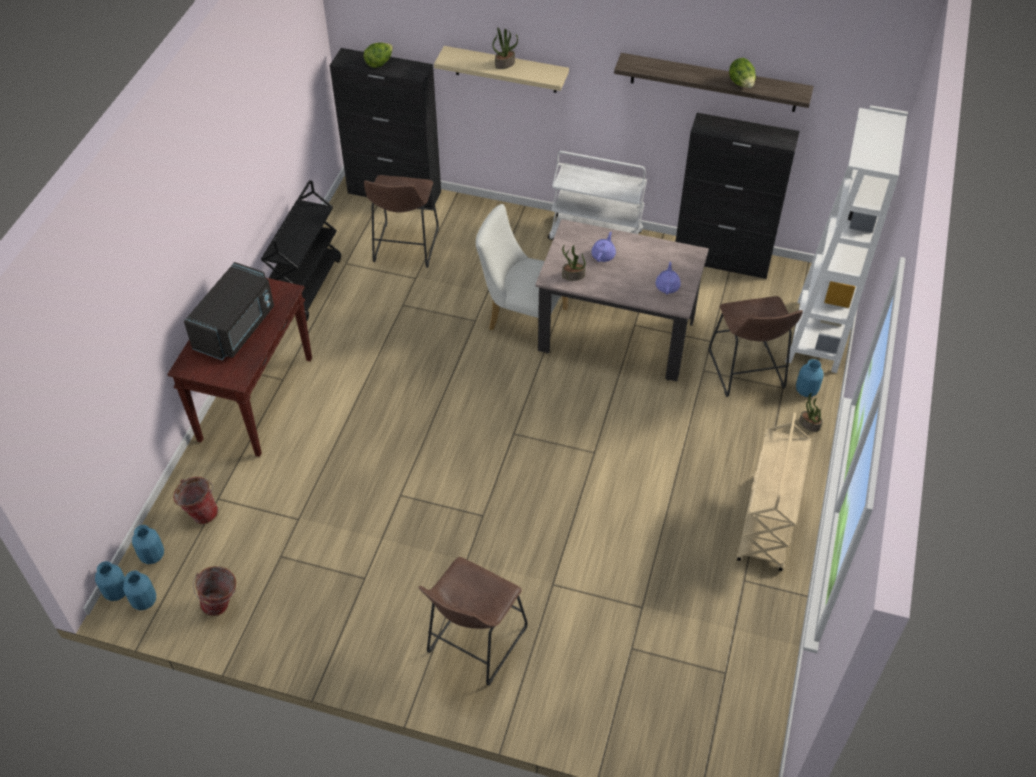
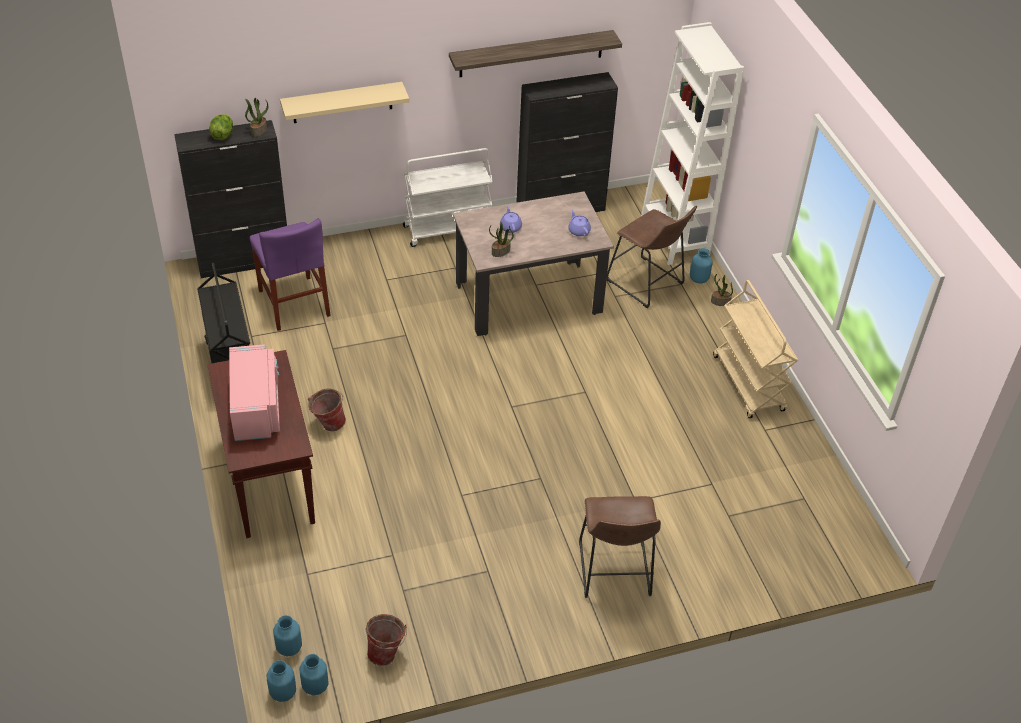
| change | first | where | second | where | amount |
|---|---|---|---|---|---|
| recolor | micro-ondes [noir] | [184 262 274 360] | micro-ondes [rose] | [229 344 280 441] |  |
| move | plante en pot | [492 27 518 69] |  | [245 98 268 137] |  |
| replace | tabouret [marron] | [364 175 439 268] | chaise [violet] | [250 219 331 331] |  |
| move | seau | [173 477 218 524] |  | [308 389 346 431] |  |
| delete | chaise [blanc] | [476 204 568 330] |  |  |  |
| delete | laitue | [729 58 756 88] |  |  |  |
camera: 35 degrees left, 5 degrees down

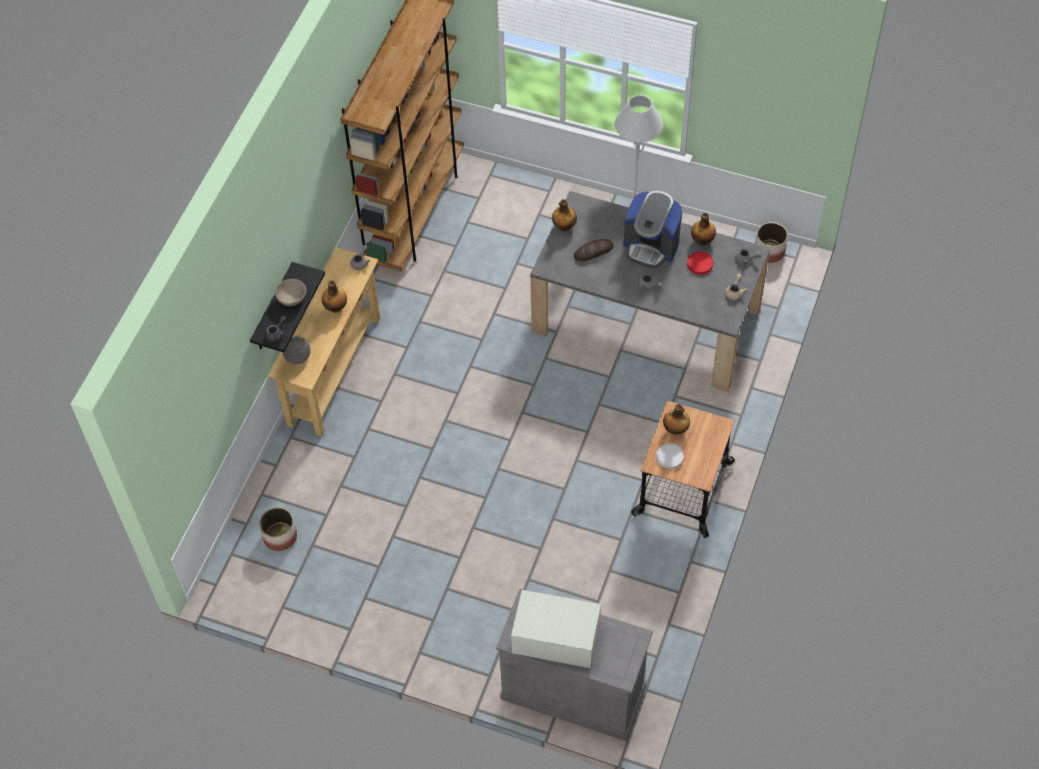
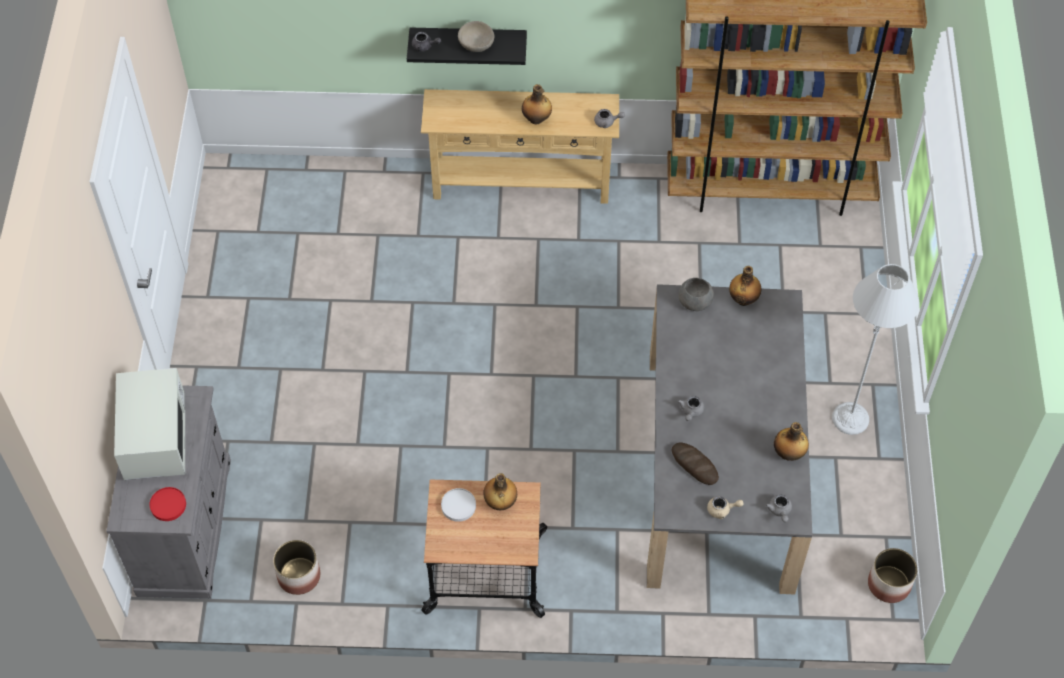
| change | first | where | second | where | amount |
|---|---|---|---|---|---|
| move | assiette [rouge] | [687 252 713 275] |  | [150 487 186 521] |  |
| move | cache-pot | [259 507 297 551] |  | [273 540 320 595] |  |
| move | pain | [574 239 614 261] |  | [671 442 719 485] |  |
| move | bol [gris] | [283 336 310 364] |  | [678 278 714 311] |  |
| delete | machine à café | [623 191 682 268] |  |  |  |
camera: 70 degrees right, 0 degrees up

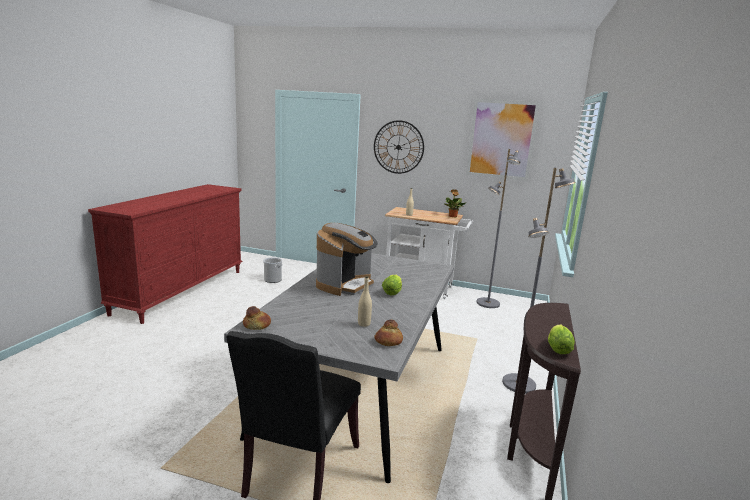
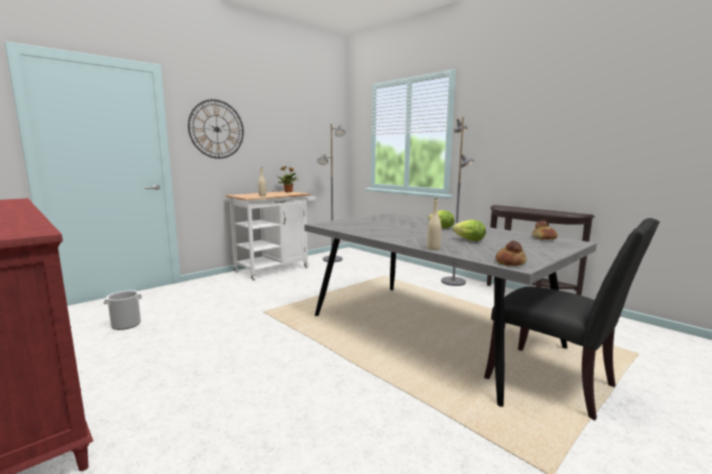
| change | first | where | second | where | amount |
|---|---|---|---|---|---|
| move | bouteille [beige] | [358 276 372 327] |  | [427 198 441 250] |  |
| move | laitue | [548 325 575 354] |  | [452 220 486 241] |  |
| delete | machine à café | [316 223 377 296] |  |  |  |
| delete | tableau | [466 99 540 181] |  |  |  |
camera: 60 degrees left, 5 degrees down

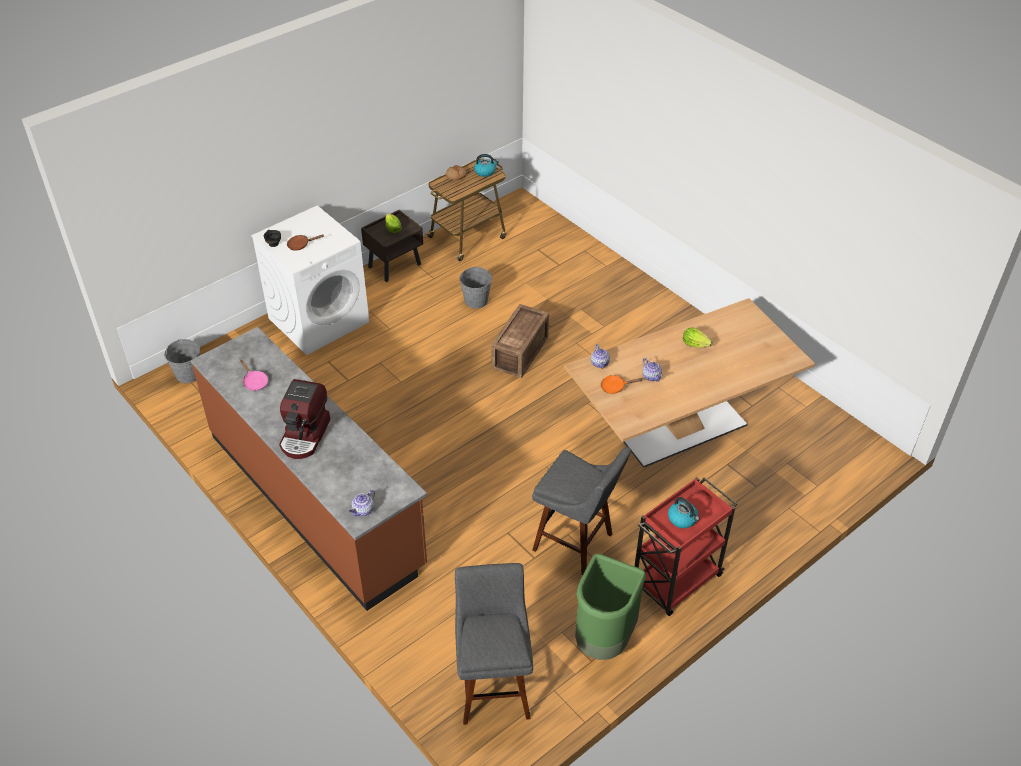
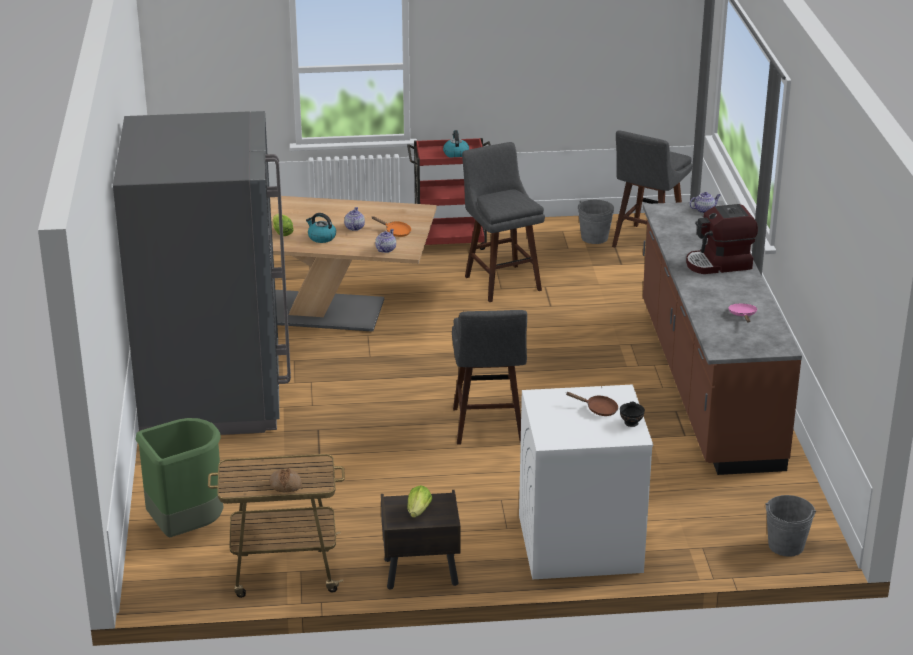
| change | first | where | second | where | amount |
|---|---|---|---|---|---|
| insert |  |  | réfrigérateur [gris] | [113 111 291 435] |  |
| move | poubelle [vert] | [575 554 646 660] |  | [135 418 224 537] |  |
| move | bouilloire | [474 154 499 177] |  | [306 213 336 243] |  |
| insert |  |  | tabouret [gris] | [452 310 527 445] |  |
| move | seau [gris] | [459 266 492 308] |  | [578 200 614 244] |  |
| rotate | machine à café | [279 379 330 459] |  | [686 204 758 274] | 150 degrees counterclockwise |
| delete | caisse | [491 304 549 378] |  |  |  |
camera: 145 degrees left, 15 degrees down

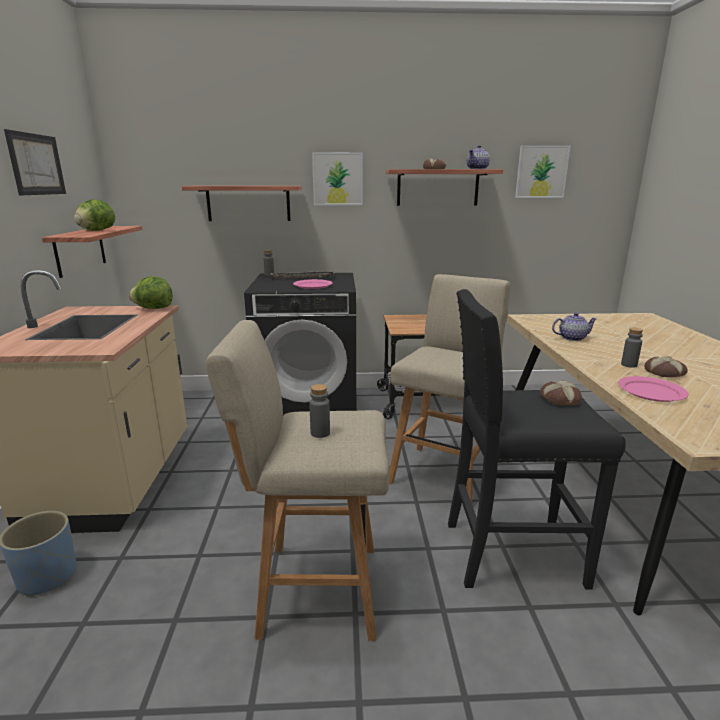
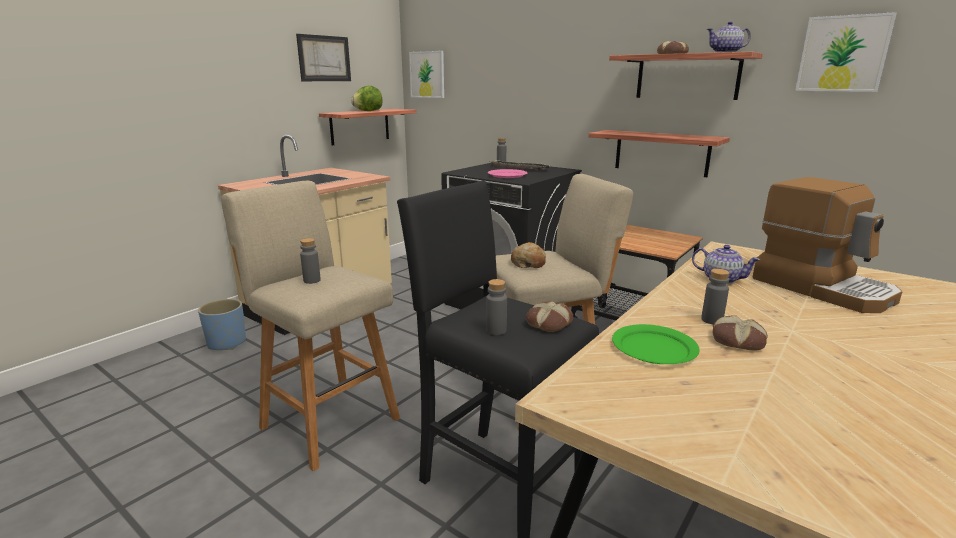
| change | first | where | second | where | amount |
|---|---|---|---|---|---|
| move | tableau | [312 152 363 205] |  | [409 51 444 98] |  |
| insert |  |  | bouteille [gris] | [486 279 507 335] |  |
| insert |  |  | pain | [511 242 546 268] |  |
| move | étagère | [182 186 302 221] |  | [589 130 730 177] |  |
| recolor | assiette [rose] | [618 376 689 402] | assiette [vert] | [612 324 700 364] |  |
| insert |  |  | machine à café | [753 177 902 313] |  |
| delete | laitue | [129 276 172 309] |  |  |  |
camera: 40 degrees right, 0 degrees up

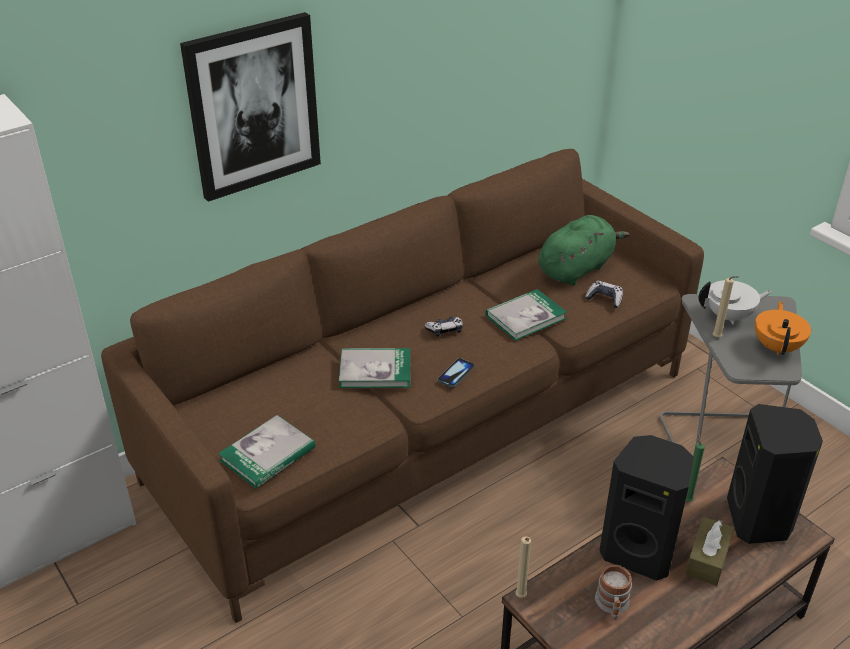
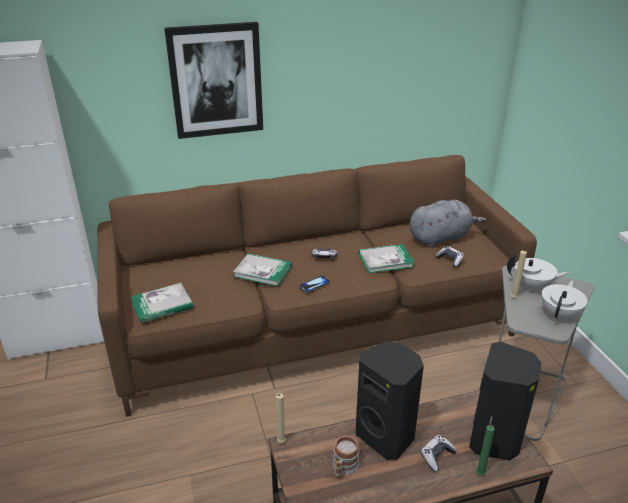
| change | first | where | second | where | amount |
|---|---|---|---|---|---|
| recolor | peluche [vert] | [539 215 630 286] | peluche [gris] | [410 200 486 247] |  |
| replace | boîte à mouchoirs [marron] | [685 517 734 586] | manette | [421 435 457 471] |  |
| move | bougie [vert] | [686 433 705 502] |  | [476 416 495 476] |  |
| recolor | théière [orange] | [755 301 811 356] | théière [blanc] | [542 280 588 320] |  |
camera: 20 degrees right, 5 degrees down

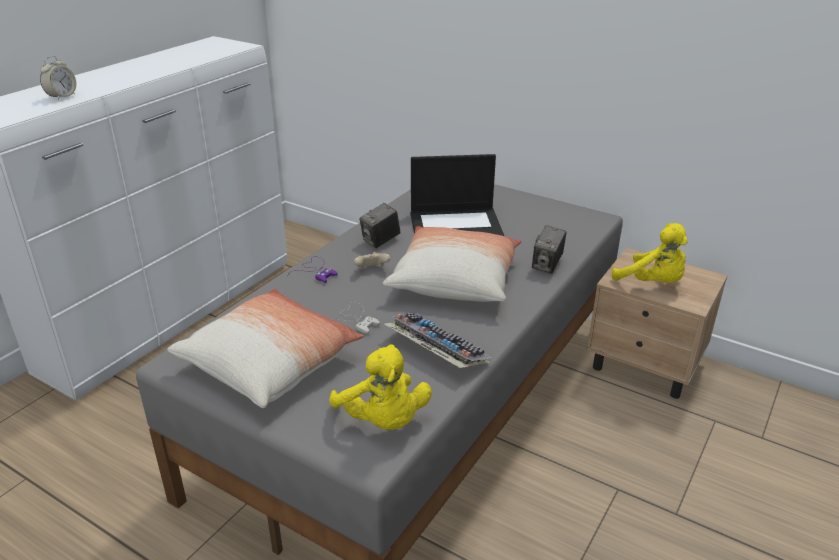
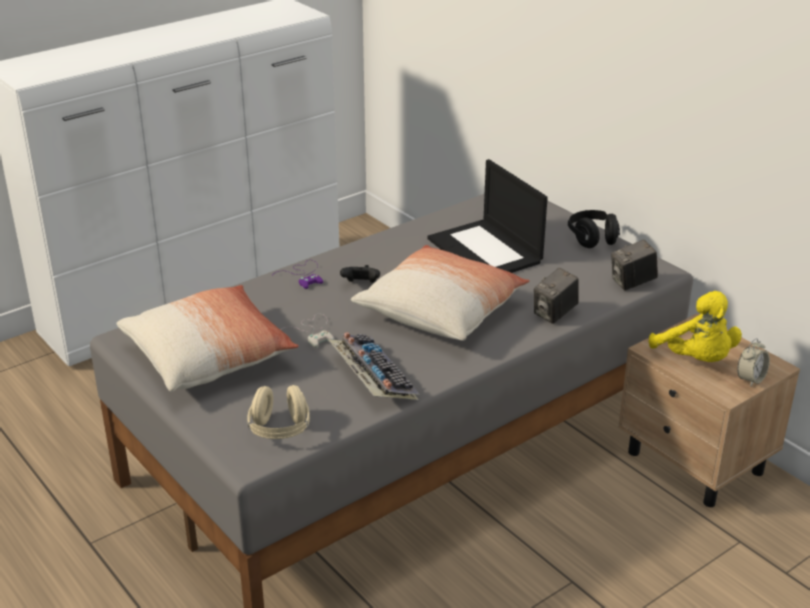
| change | first | where | second | where | amount |
|---|---|---|---|---|---|
| replace | peluche [jaune] | [329 344 432 430] | casque audio [beige] | [247 385 310 439] |  |
| recolor | manette [beige] | [354 252 391 269] | manette [noir] | [340 265 380 283] |  |
| rotate | ordinateur portable | [410 154 504 236] |  | [427 159 548 273] | 45 degrees clockwise |
| insert |  |  | casque audio [noir] | [568 210 620 248] |  |
| move | appareil photo | [359 203 401 248] |  | [611 240 658 290] |  |
| move | réveil | [40 56 76 101] |  | [737 338 770 386] |  |
camera: 20 degrees right, 0 degrees up

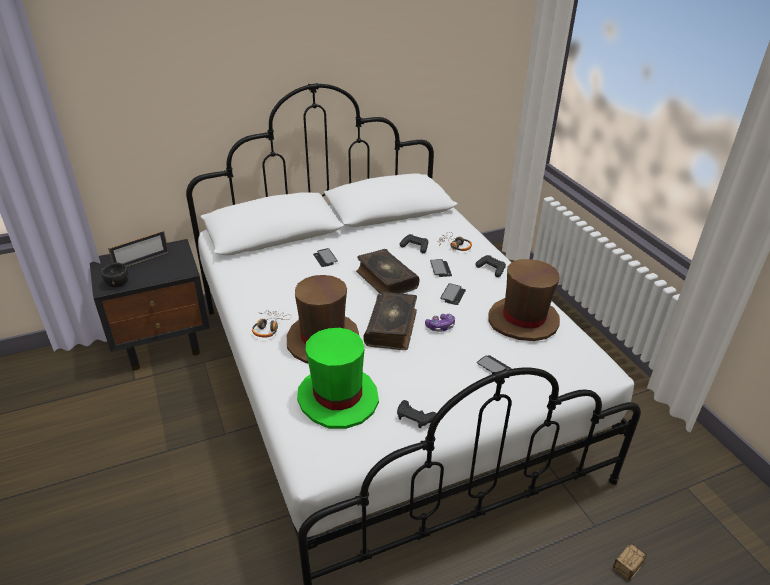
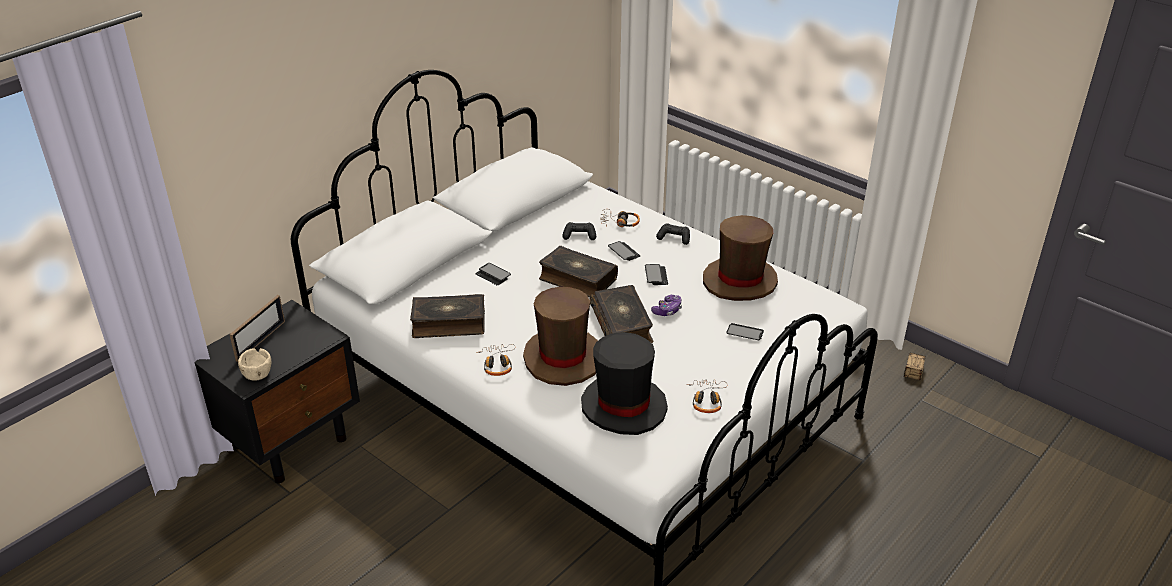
| change | first | where | second | where | amount |
|---|---|---|---|---|---|
| recolor | bol [noir] | [101 262 128 287] | bol [beige] | [238 348 271 381] |  |
| insert |  |  | livre | [410 294 485 338] |  |
| recolor | chapeau [vert] | [297 328 379 429] | chapeau [noir] | [581 332 668 435] |  |
| replace | manette [noir] | [397 400 436 428] | casque audio | [687 380 728 413] |  |
| move | boîte de rangement | [613 543 647 580] |  | [904 353 926 380] |  |
camera: 25 degrees left, 0 degrees up

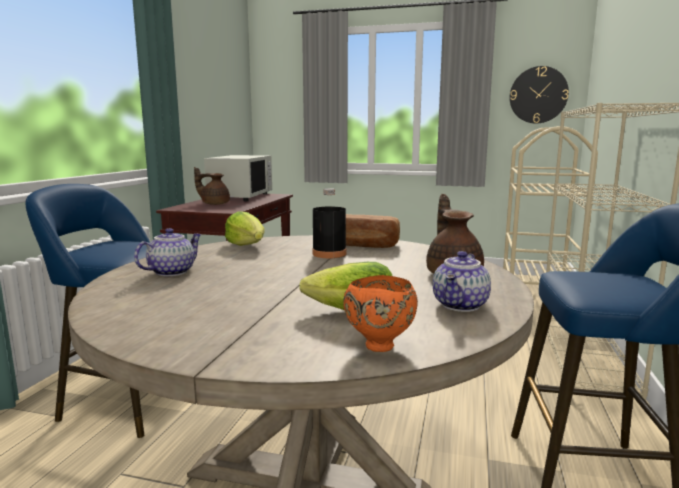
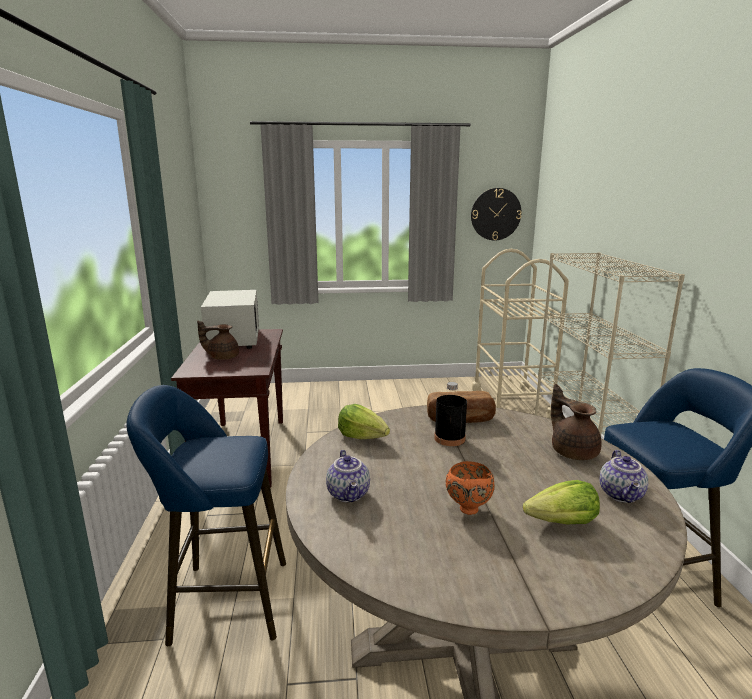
| change | first | where | second | where | amount |
|---|---|---|---|---|---|
| rotate | théière | [134 228 202 276] |  | [326 450 370 502] | 150 degrees clockwise |
| move | bol [orange] | [344 275 418 352] |  | [446 461 495 515] |  |
camera: 20 degrees left, 5 degrees up

